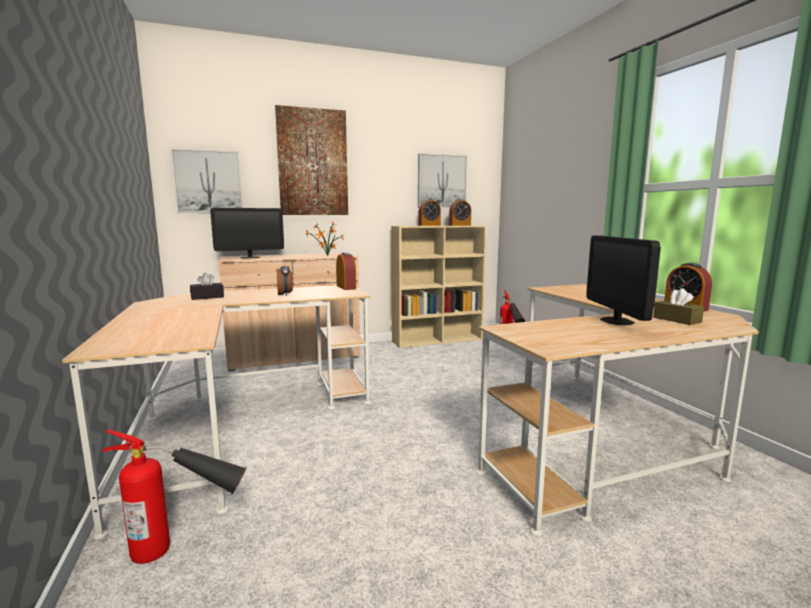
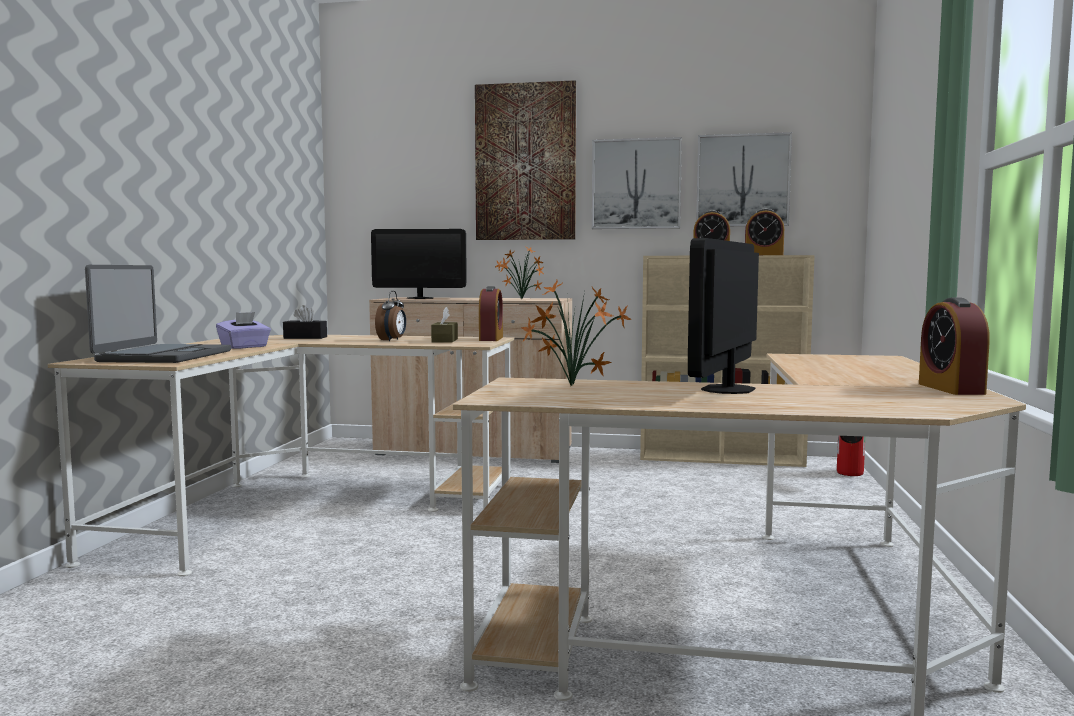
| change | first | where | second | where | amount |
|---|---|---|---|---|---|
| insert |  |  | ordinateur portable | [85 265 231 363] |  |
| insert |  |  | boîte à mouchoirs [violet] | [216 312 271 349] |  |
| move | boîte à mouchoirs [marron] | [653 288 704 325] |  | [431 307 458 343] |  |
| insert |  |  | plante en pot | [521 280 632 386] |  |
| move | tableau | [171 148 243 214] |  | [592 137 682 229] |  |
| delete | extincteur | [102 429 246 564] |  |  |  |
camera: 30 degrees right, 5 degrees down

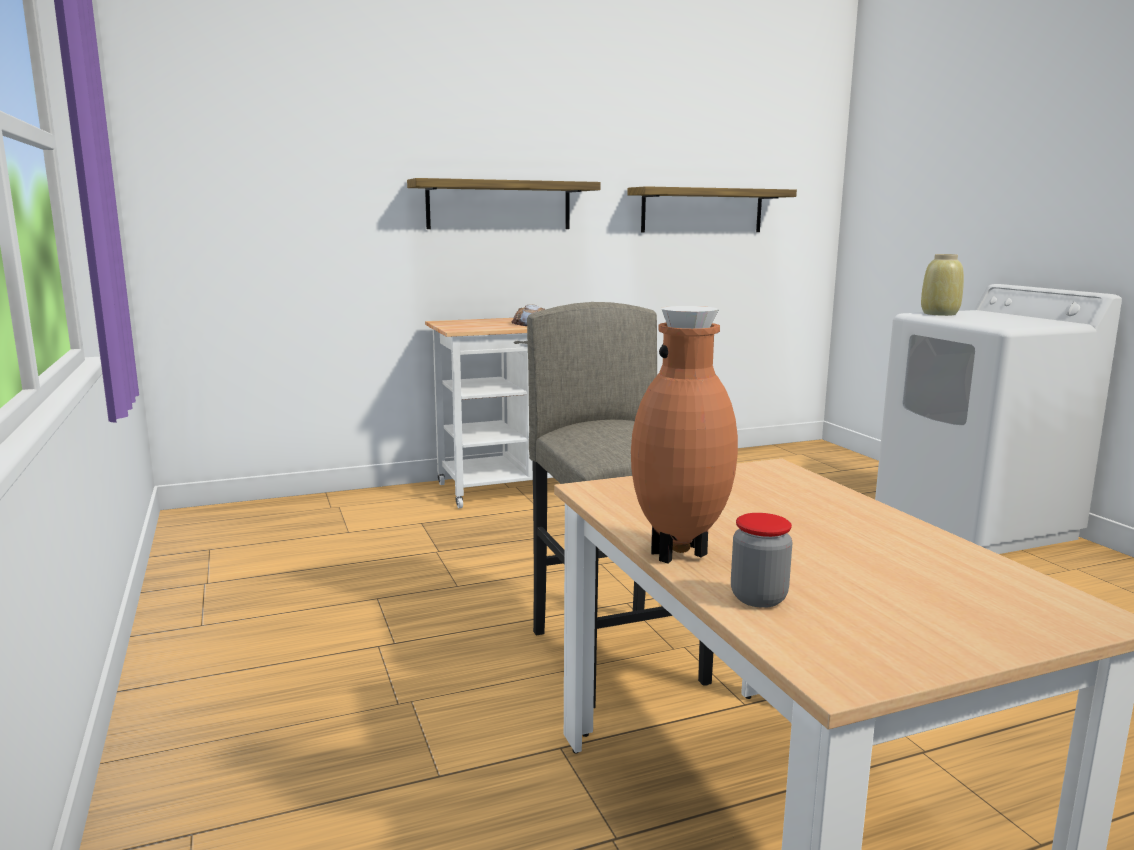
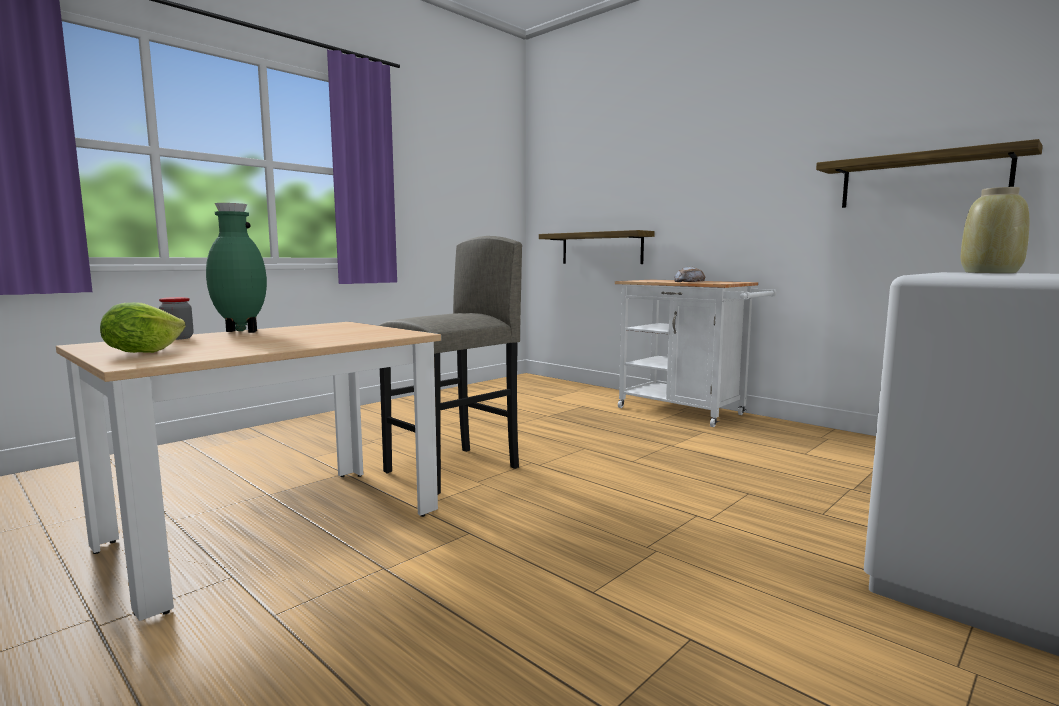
| change | first | where | second | where | amount |
|---|---|---|---|---|---|
| insert |  |  | laitue | [100 302 186 353] |  |
| recolor | vase [marron] | [631 306 738 564] | vase [vert] | [206 203 267 333] |  |
| move | étagère | [407 178 601 229] |  | [539 230 655 264] |  |
camera: 65 degrees right, 5 degrees down

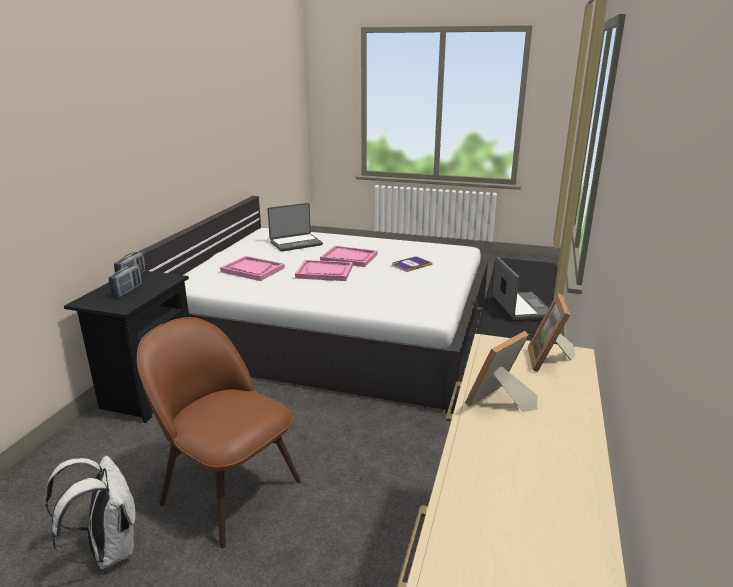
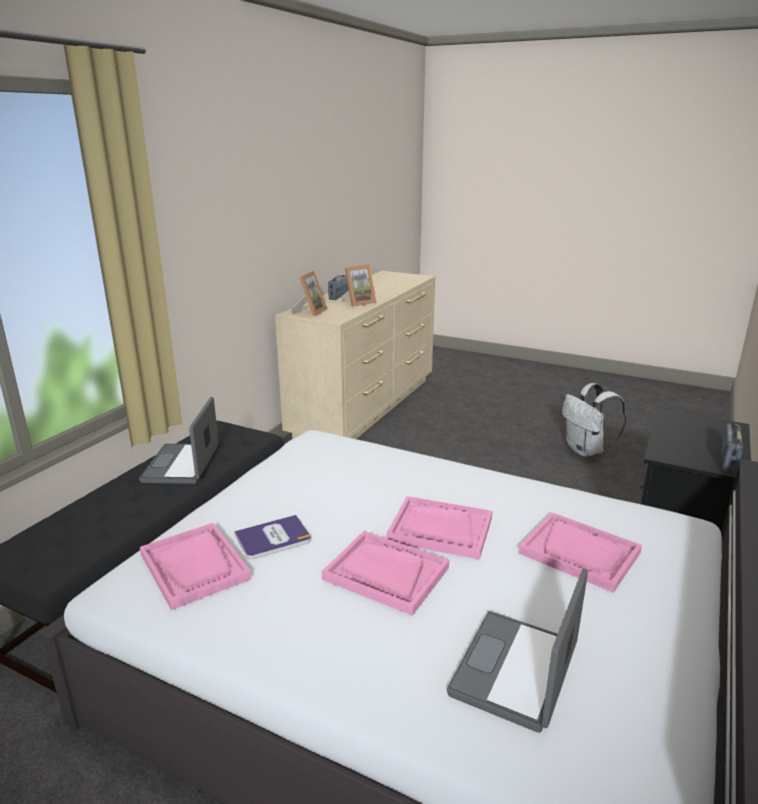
| change | first | where | second | where | amount |
|---|---|---|---|---|---|
| insert |  |  | plateau [rose] | [140 523 251 610] |  |
| move | radio | [108 264 142 298] |  | [328 275 349 300] |  |
| rotate | ordinateur portable | [267 203 323 252] |  | [447 568 588 733] | 45 degrees counterclockwise |
| delete | chaise [marron] | [137 317 301 548] |  |  |  |
camera: 170 degrees left, 0 degrees up

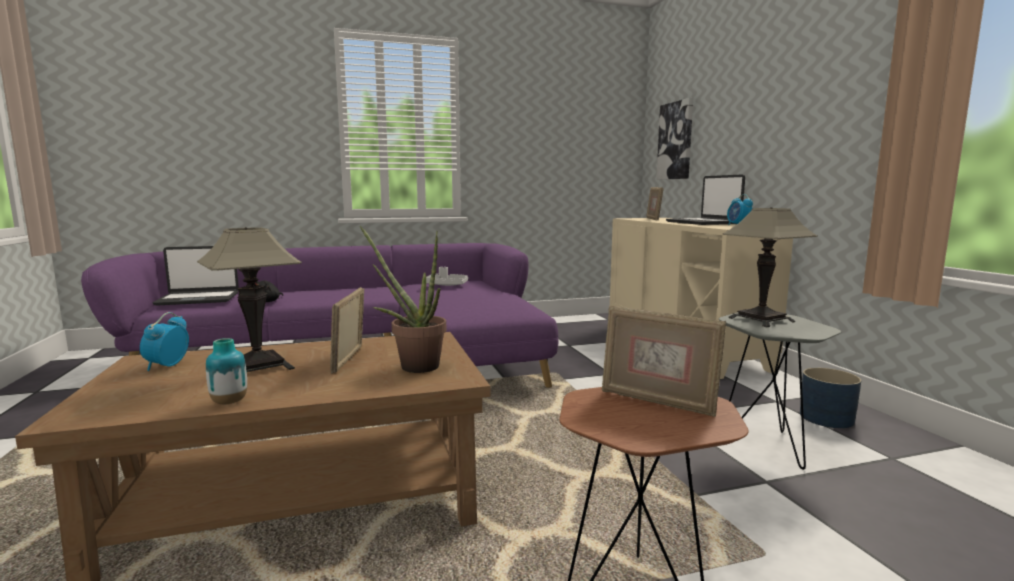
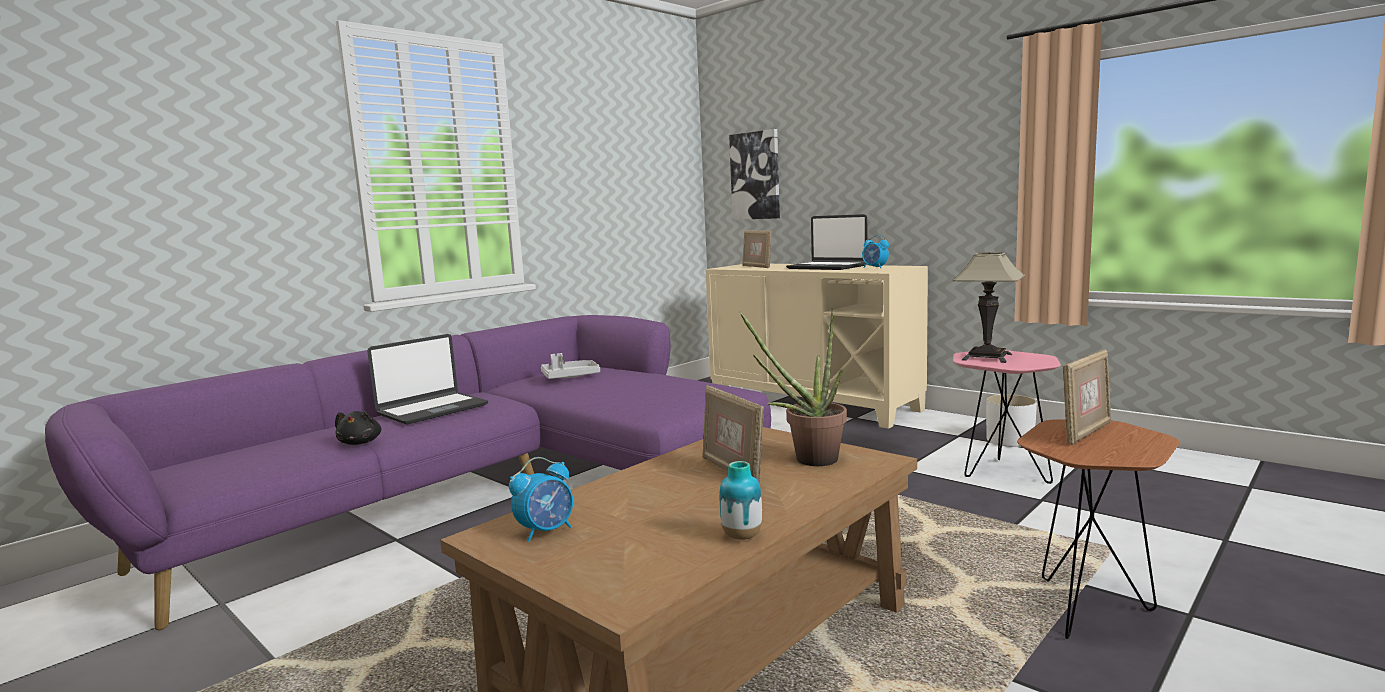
| change | first | where | second | where | amount |
|---|---|---|---|---|---|
| move | ordinateur portable | [152 246 239 306] |  | [367 334 488 424] |  |
| rotate | réveil | [140 312 189 371] |  | [509 457 573 542] | 105 degrees counterclockwise |
| recolor | table d'appoint [gris] | [719 312 841 470] | table d'appoint [rose] | [953 350 1061 484] |  |
| recolor | cache-pot [bleu] | [800 368 861 428] | cache-pot [blanc] | [986 394 1037 447] |  |
| rotate | cadre photo | [602 306 726 417] |  | [1063 349 1111 445] | 45 degrees counterclockwise |
| delete | lampe de table | [197 227 302 372] |  |  |  |
camera: 30 degrees left, 0 degrees up

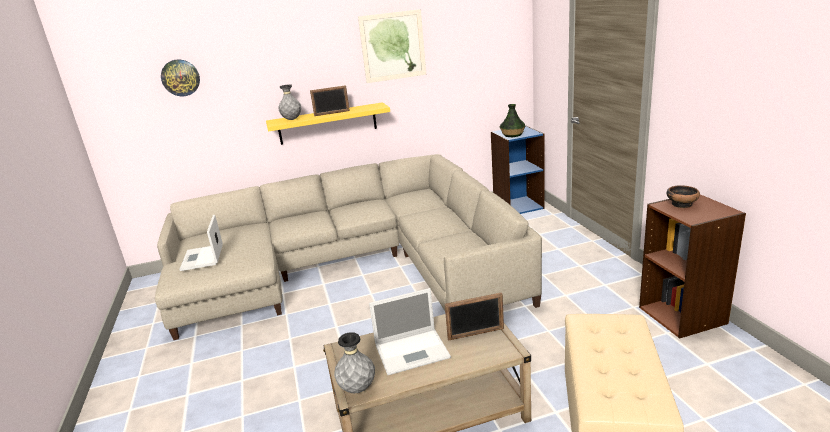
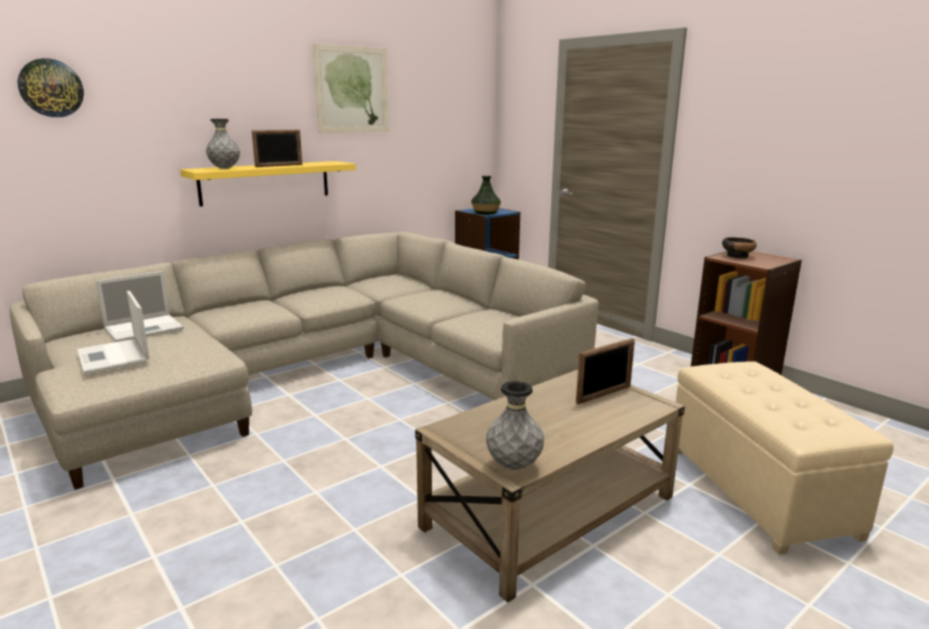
| change | first | where | second | where | amount |
|---|---|---|---|---|---|
| move | ordinateur portable | [369 288 451 375] |  | [96 271 184 342] |  |
camera: 25 degrees left, 5 degrees down

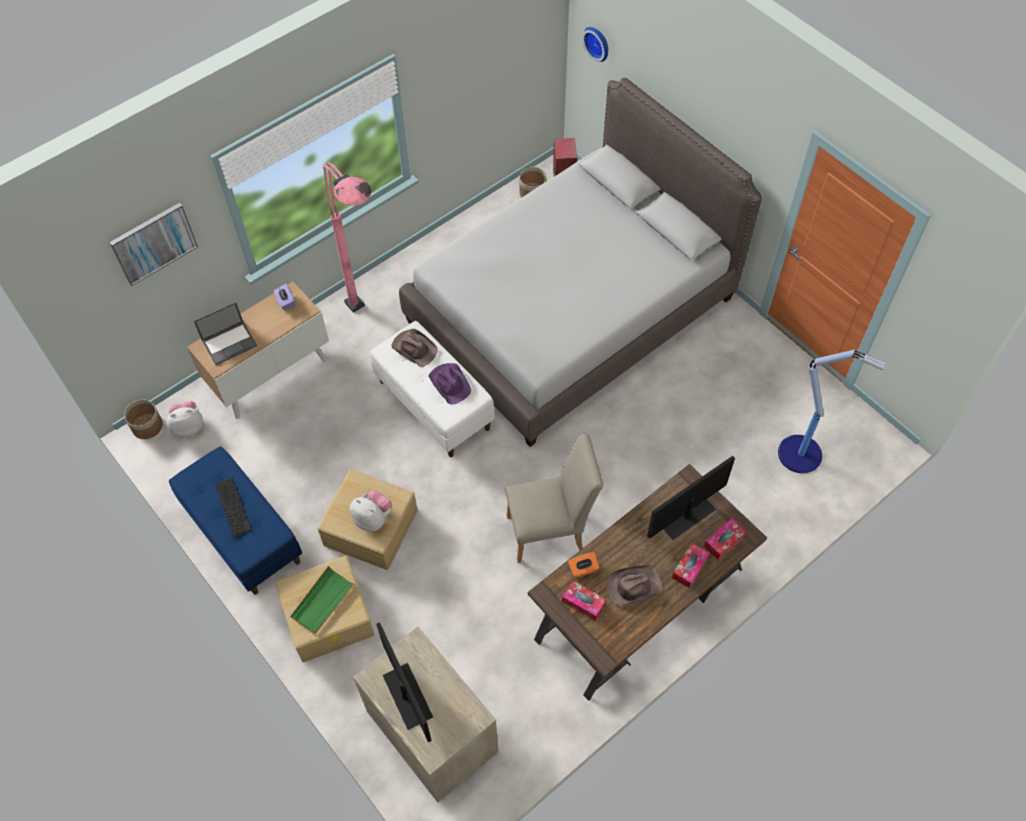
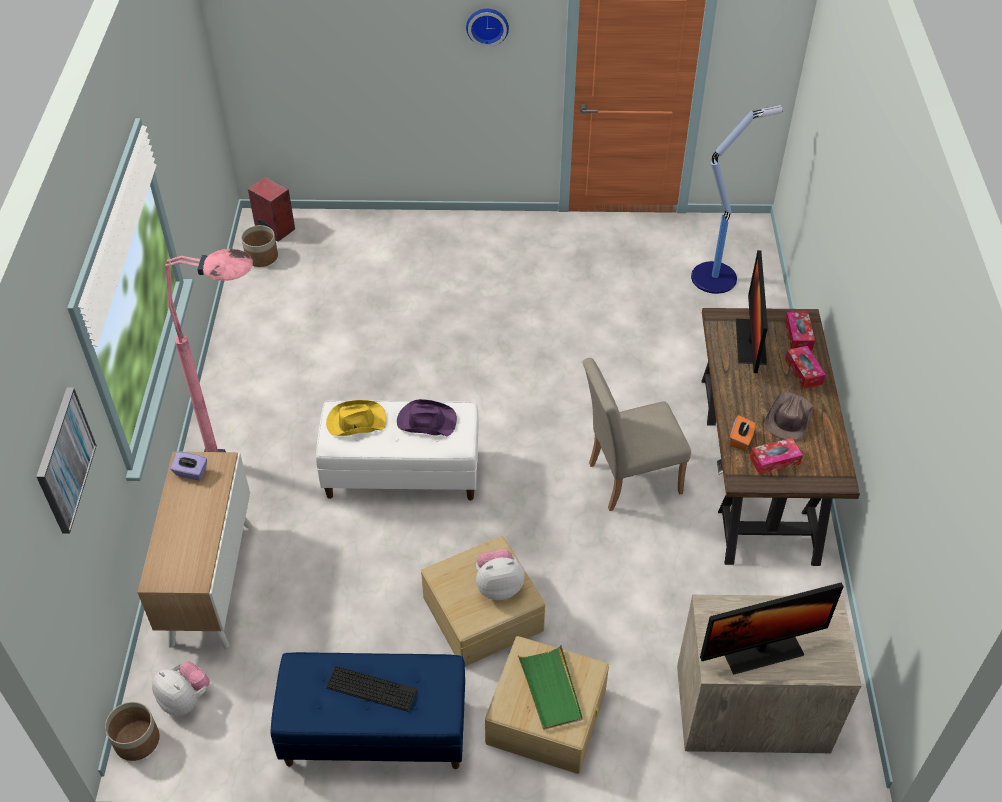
| change | first | where | second | where | amount |
|---|---|---|---|---|---|
| rotate | peluche | [167 401 203 438] |  | [152 661 210 716] | 105 degrees clockwise |
| recolor | chapeau [marron] | [391 329 438 367] | chapeau [jaune] | [326 400 387 436] |  |
| move | horloge murale | [582 27 608 62] |  | [466 9 509 47] |  |
| rotate | chaise [beige] | [506 434 603 563] |  | [583 358 691 511] | 135 degrees counterclockwise |
| rotate | écran d'ordinateur | [376 622 433 742] |  | [700 583 844 674] | 150 degrees clockwise |
| delete | ordinateur portable | [194 302 257 365] |  |  |  |
| delete | lit [gris] | [399 78 762 447] |  |  |  |
camera: 50 degrees left, 10 degrees down

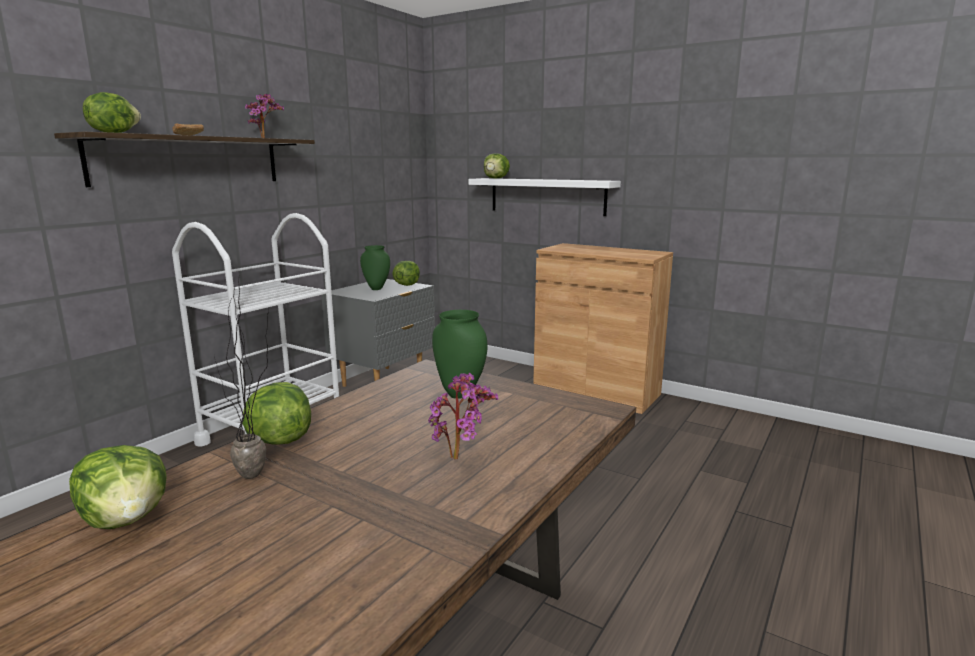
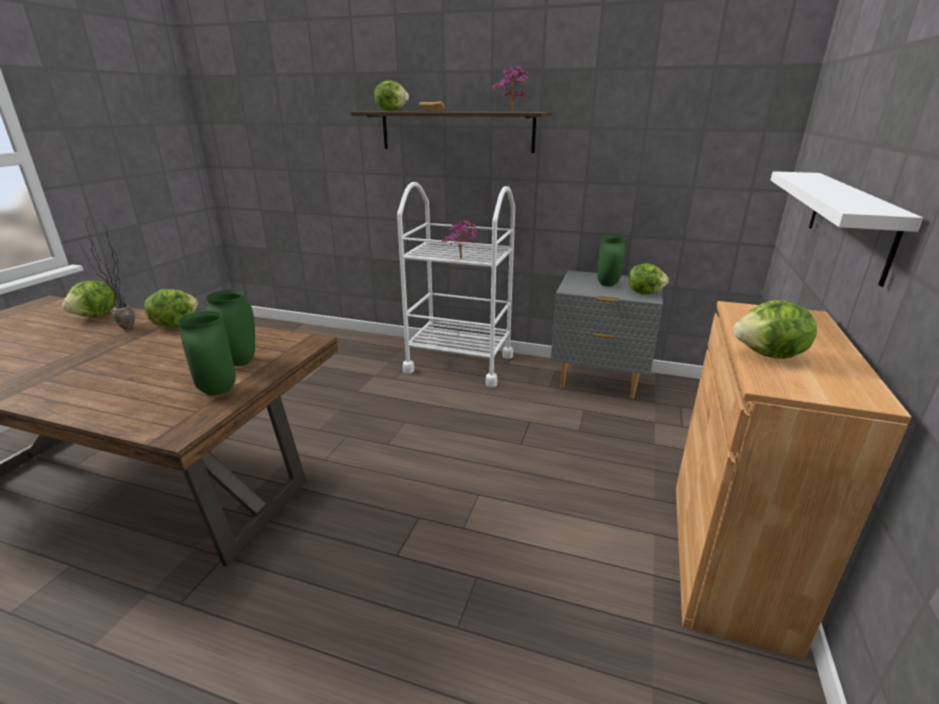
| change | first | where | second | where | amount |
|---|---|---|---|---|---|
| insert |  |  | vase [vert] | [178 311 236 396] |  |
| move | plante en pot | [428 373 498 459] |  | [442 220 477 259] |  |
| move | laitue | [484 153 510 179] |  | [733 300 817 359] |  |
camera: 75 degrees right, 10 degrees up

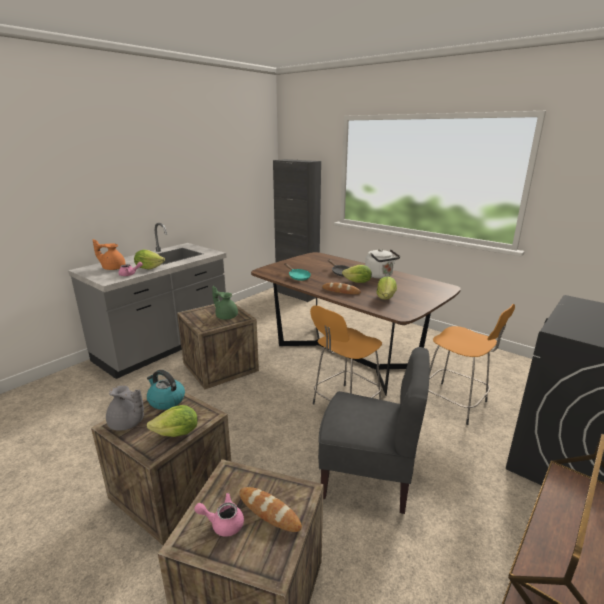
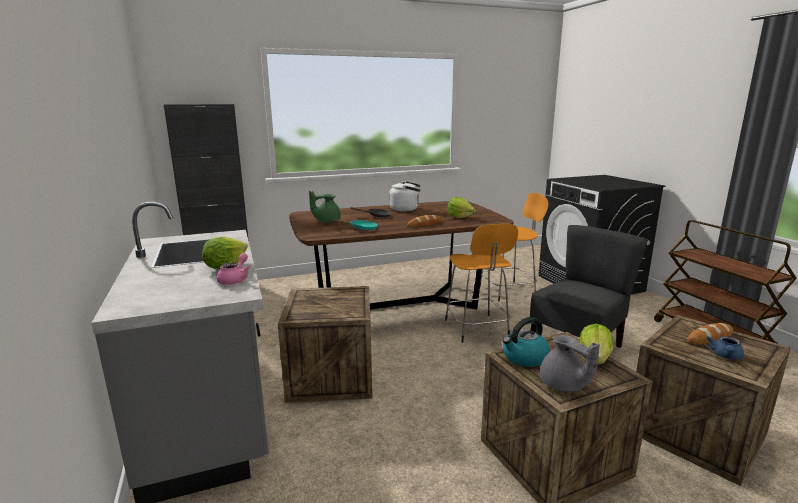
| change | first | where | second | where | amount |
|---|---|---|---|---|---|
| move | théière [vert] | [212 286 238 320] |  | [309 191 341 223] |  |
| rotate | théière [gris] | [106 385 144 431] |  | [540 335 600 392] | 90 degrees clockwise |
| recolor | théière [rose] | [194 493 244 537] | théière [bleu] | [707 336 744 360] |  |
| delete | théière [orange] | [93 239 126 270] |  |  |  |
| delete | laitue | [342 265 372 283] |  |  |  |
camera: 60 degrees left, 5 degrees down

